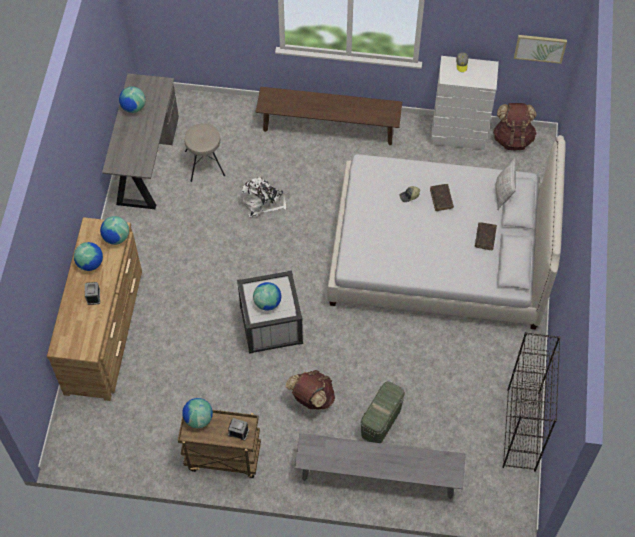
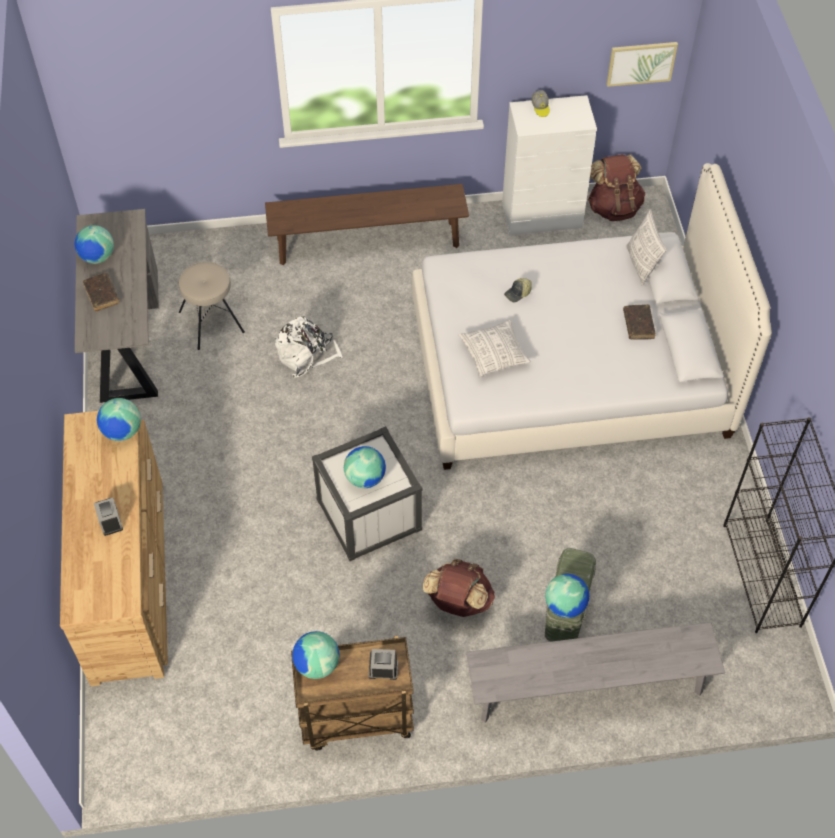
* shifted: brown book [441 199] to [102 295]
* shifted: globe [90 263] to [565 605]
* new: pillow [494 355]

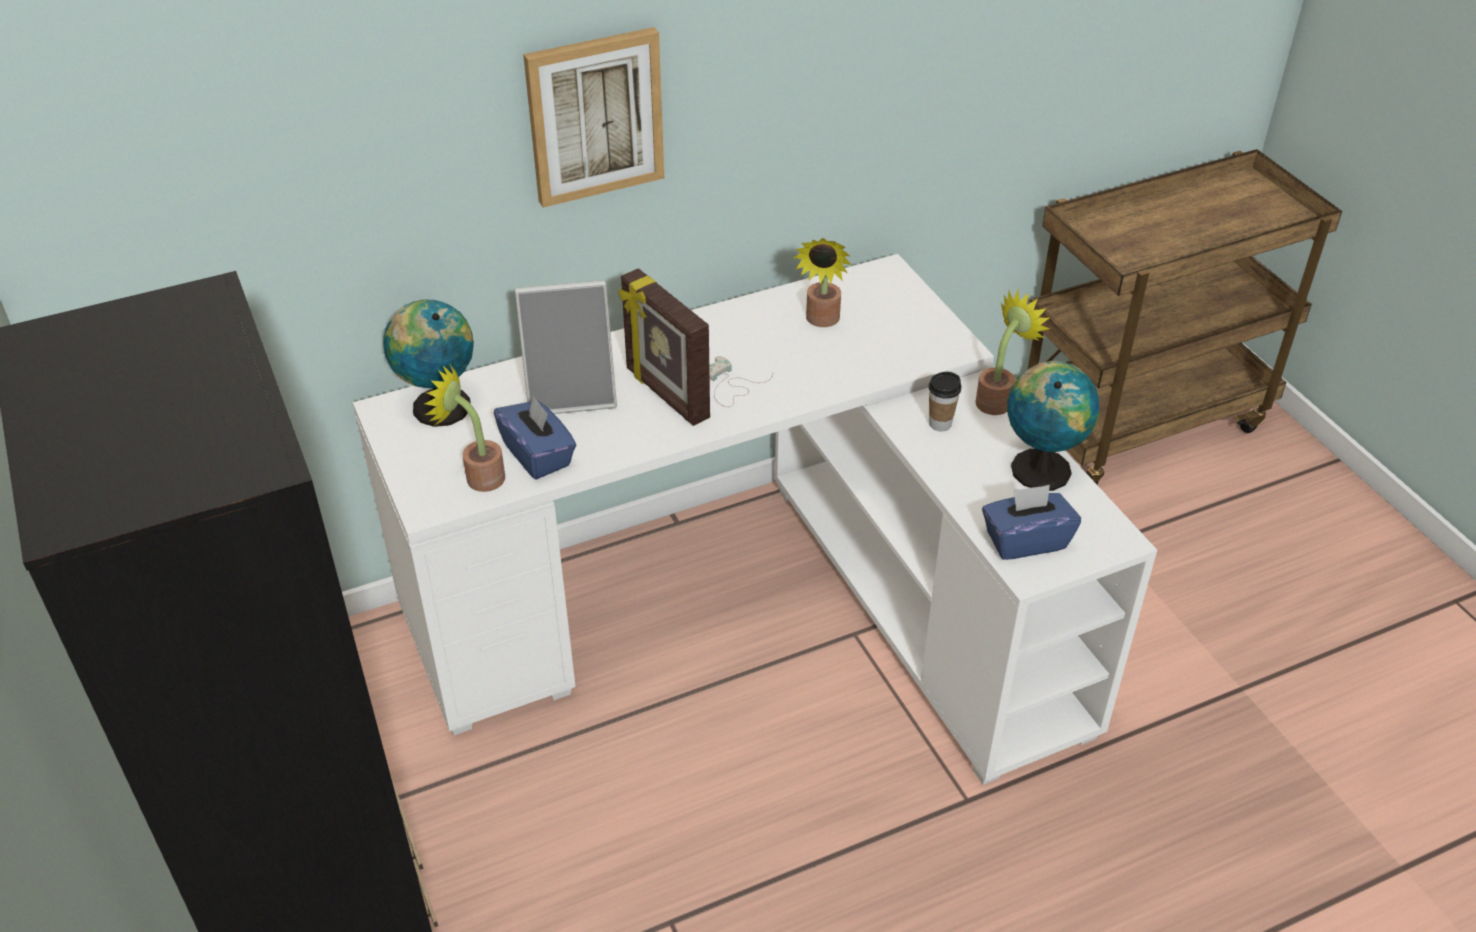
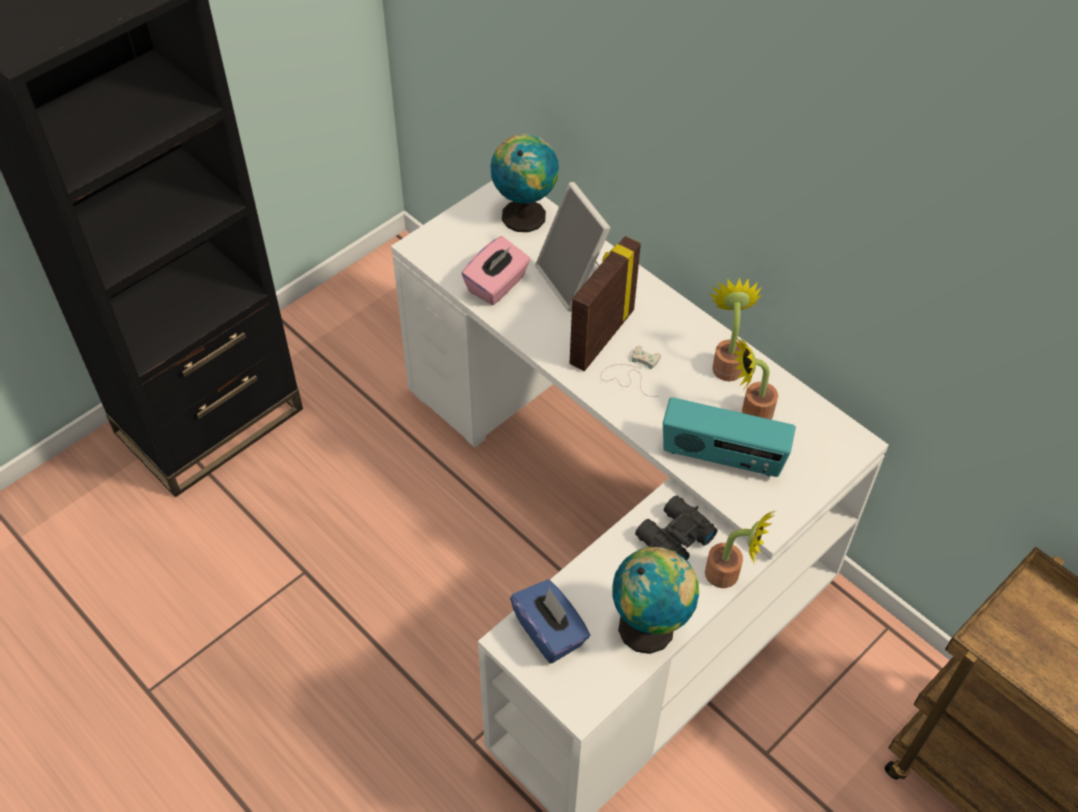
* gone: picture [595 116]
* shifted: potted plant [478 476] to [727 363]
* swapped: cup [940 424] to black binoculars [672 538]
* repainted: blue tissue box [538 455] to pink tissue box [497 285]
* new: radio [722 457]

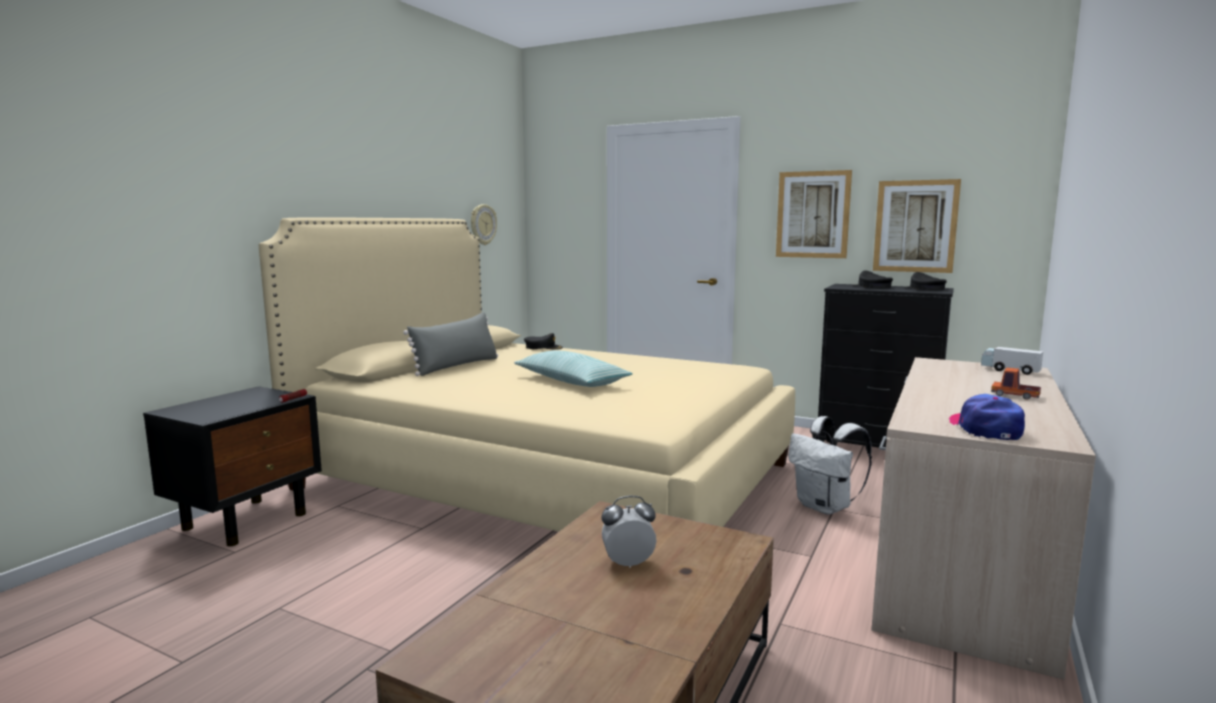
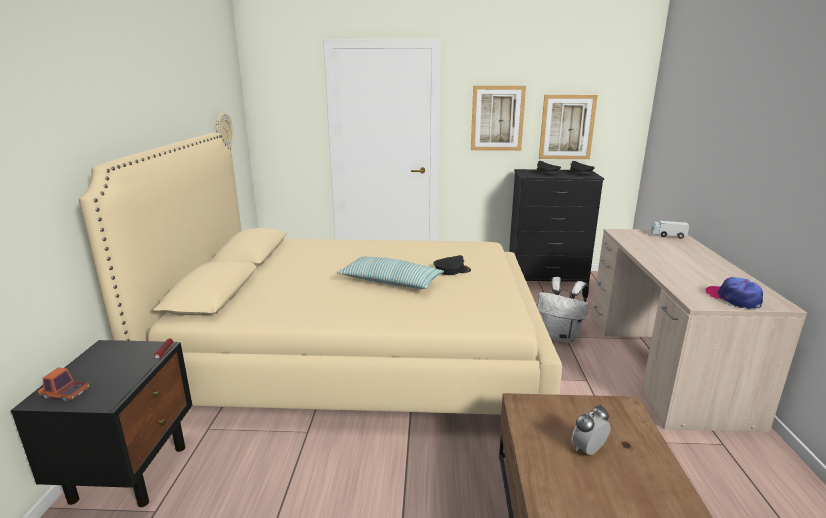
* gone: grey pillow [456 366]
* shifted: black cap [543 347] to [452 270]
* shifted: toy truck [1015 395] to [65 394]

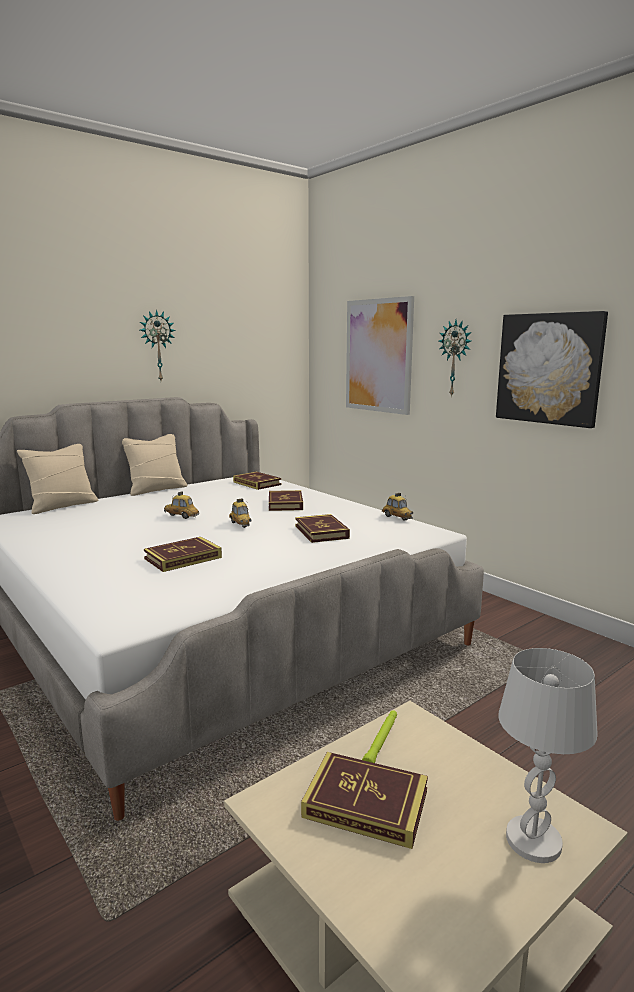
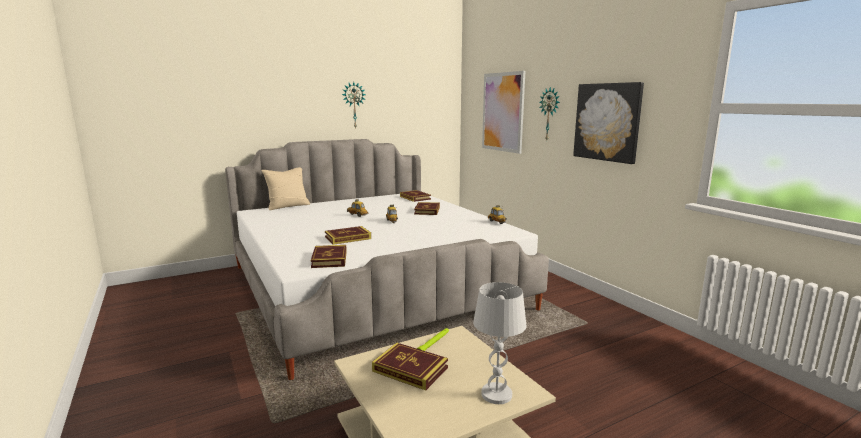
* gone: beige pillow [156 489]
* shifted: book [321 532] to [329 259]

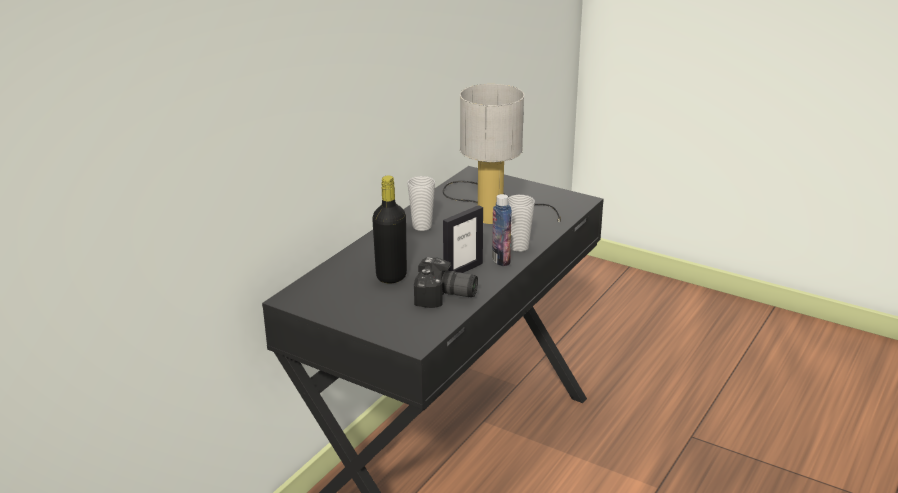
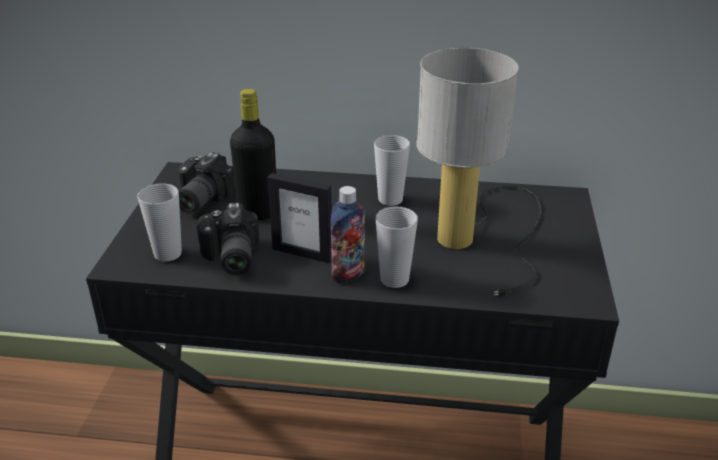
* new: photo camera [199 200]
* new: cup [168 254]

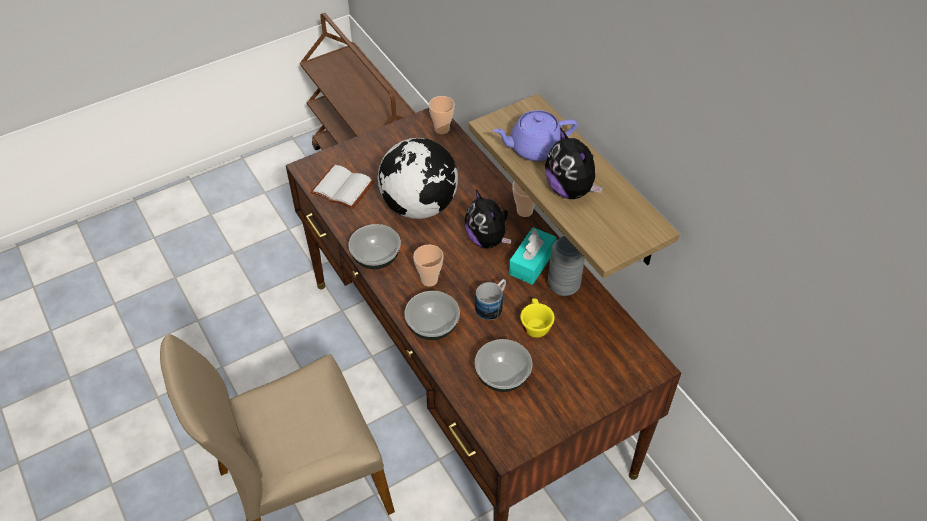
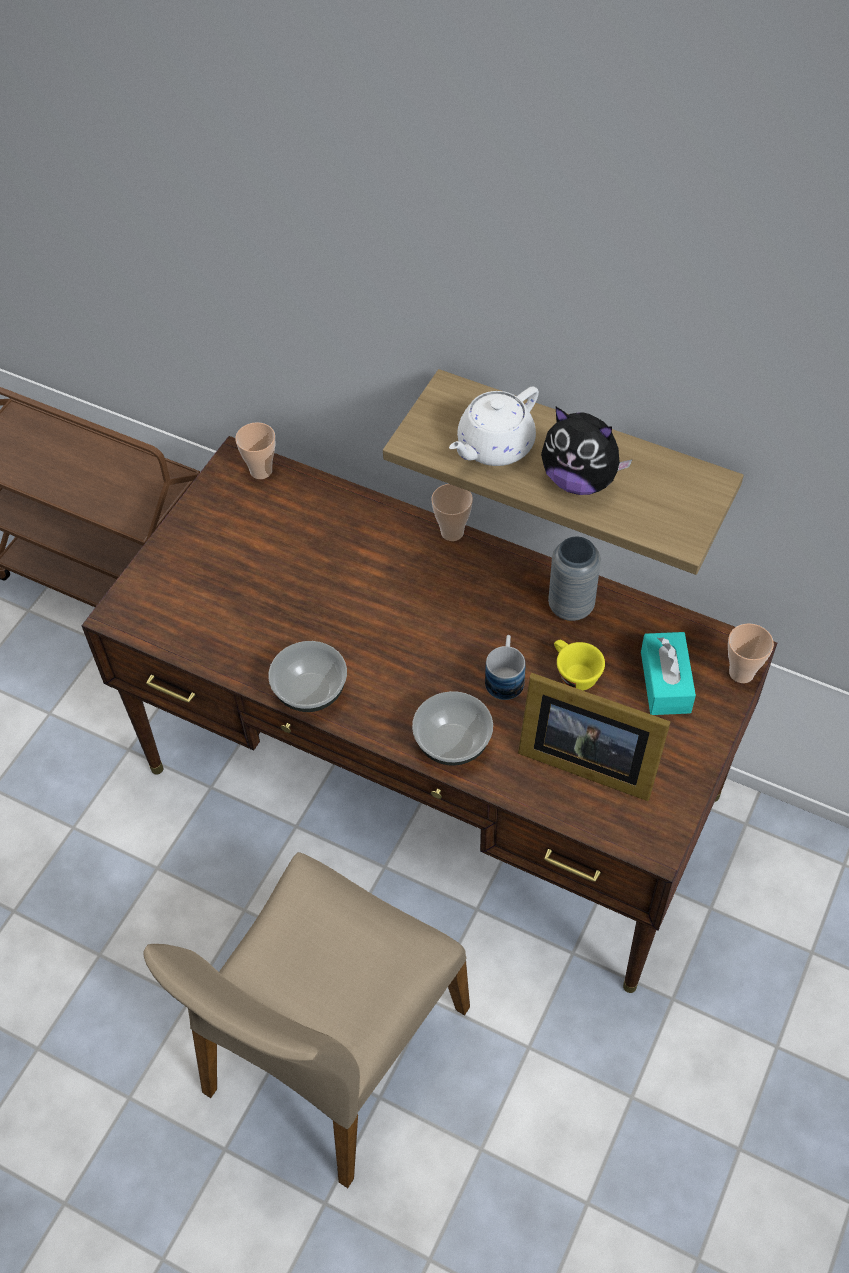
* repainted: purple teapot [534 148] to white teapot [494 446]
* gone: globe [419 206]
* gone: white book [344 187]
* gone: plush toy [487 239]
* shifted: turquoise tissue box [532 262] to [665 682]
* shifted: cup [429 280] to [741 673]
* swapped: bowl [503 376] to picture frame [584 759]

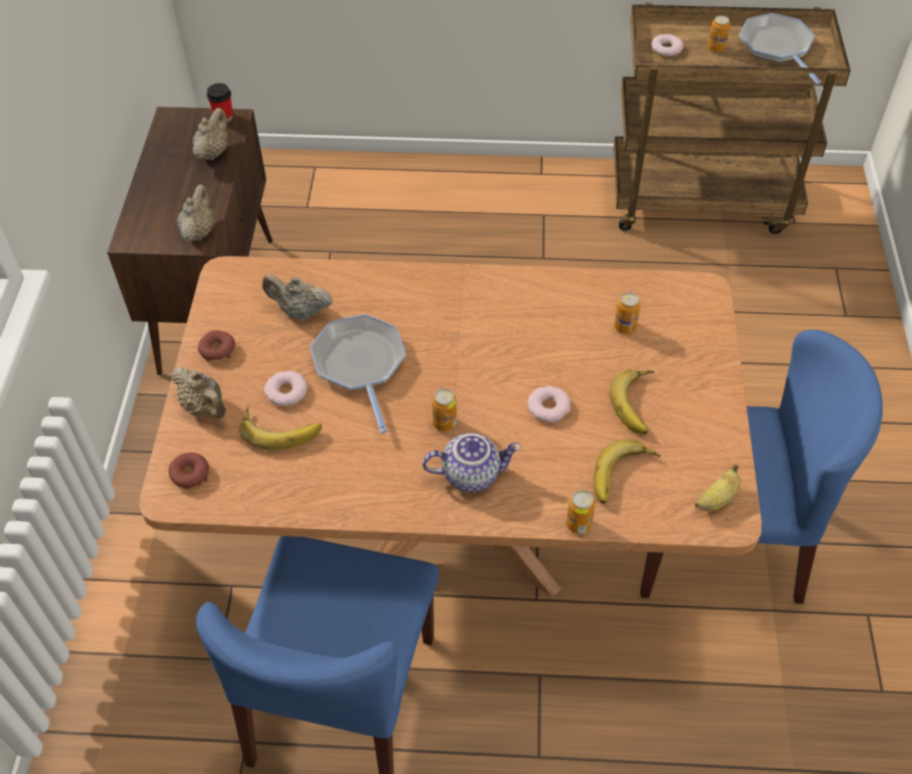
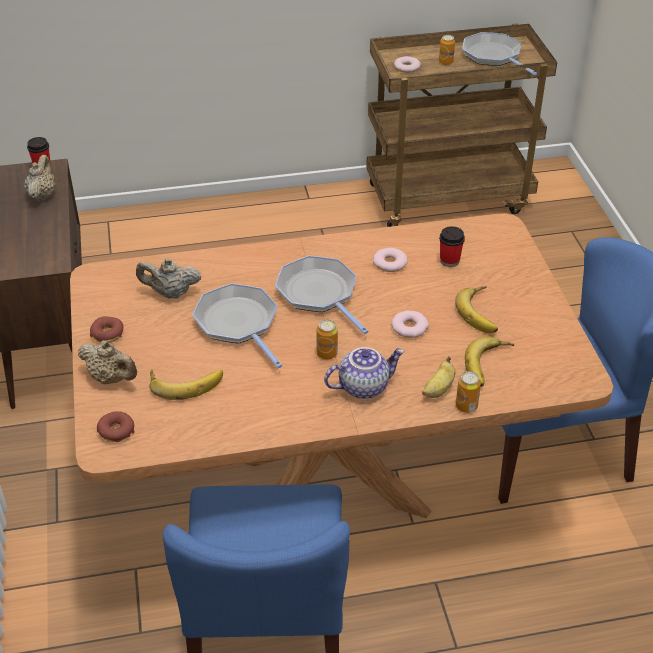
* gone: beige teapot [199 232]
* swapped: can [625 327] to cup [449 261]
* shifted: donut [286 392] to [390 263]
* shifted: banana [716 499] to [438 389]
* new: frying pan [319 294]

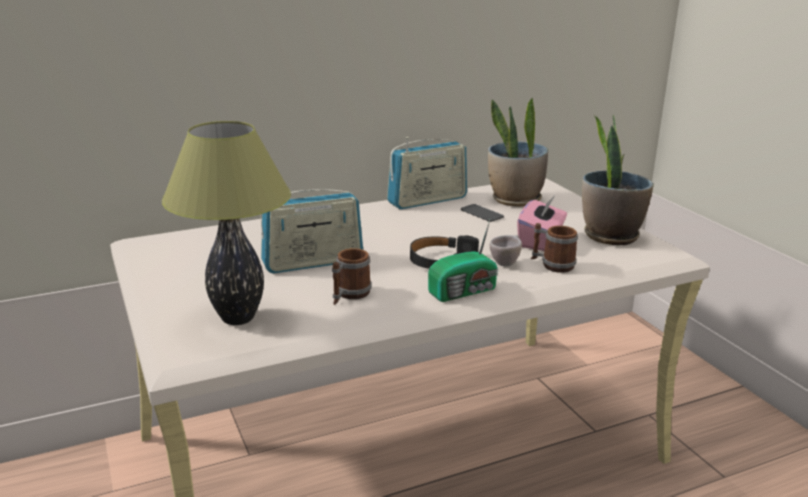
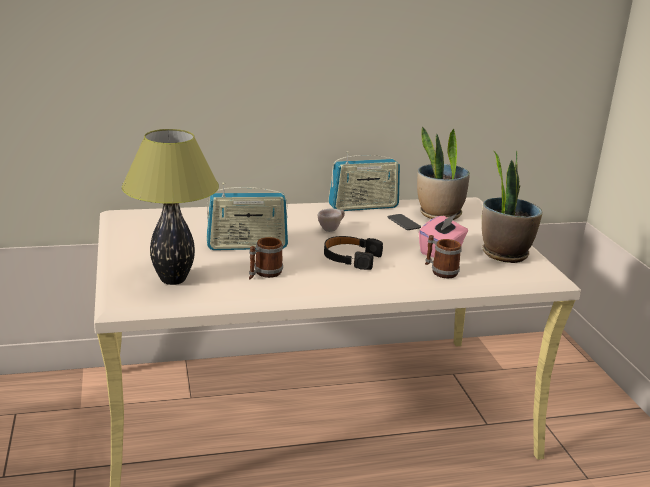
* gone: radio [465 291]
* shifted: beige cup [506 262] to [331 229]

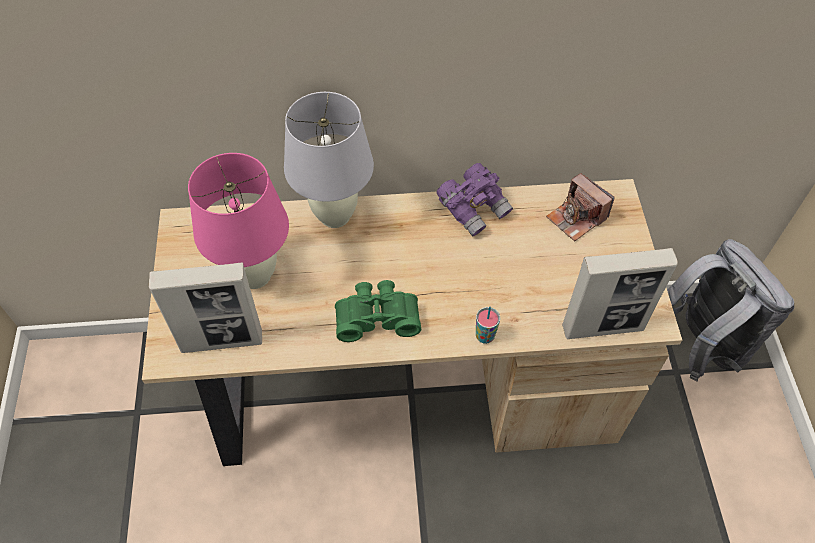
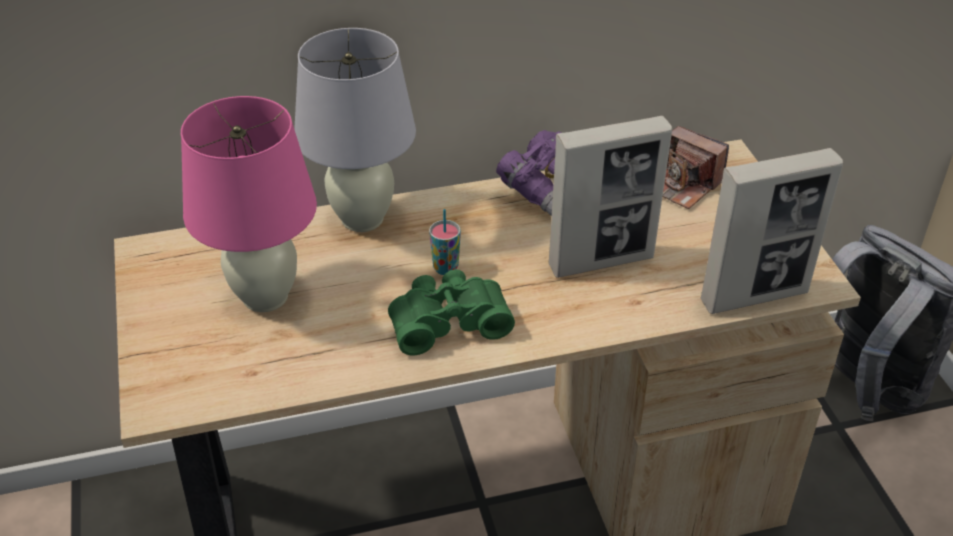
* shifted: picture frame [222 341] to [601 261]
* shifted: cup [485 336] to [445 268]

